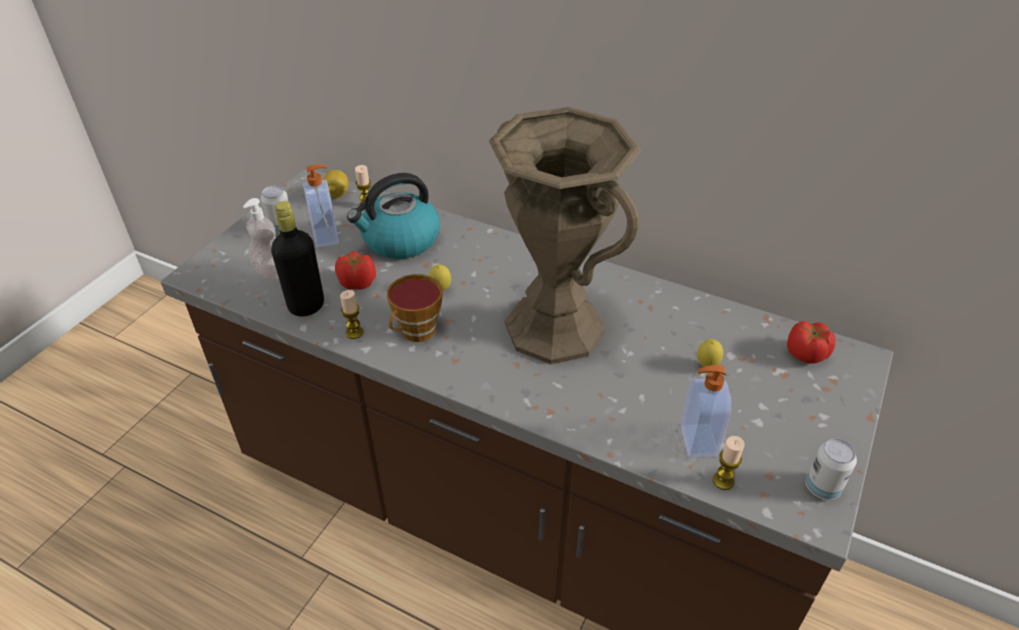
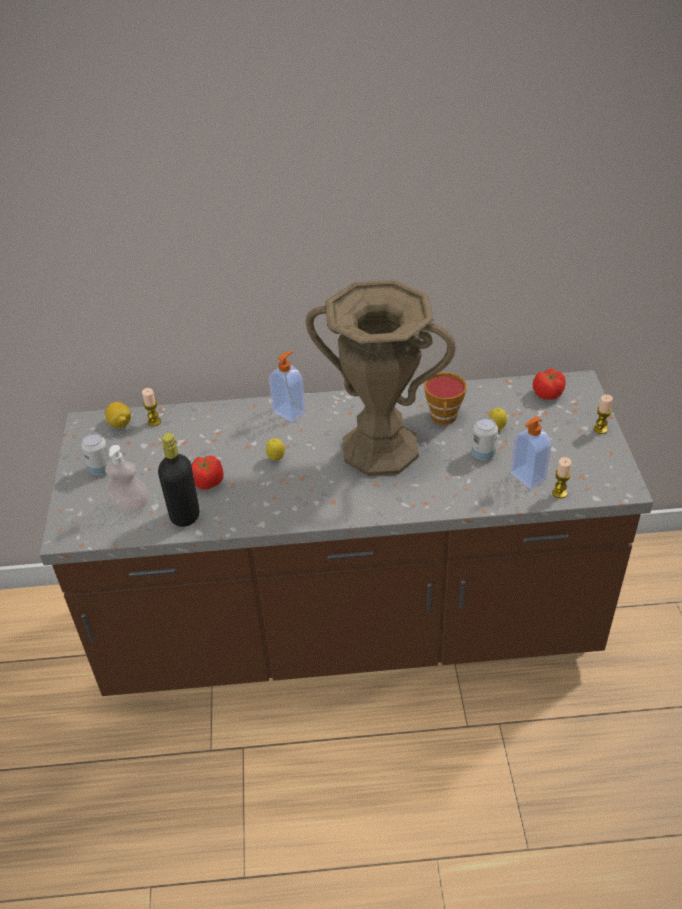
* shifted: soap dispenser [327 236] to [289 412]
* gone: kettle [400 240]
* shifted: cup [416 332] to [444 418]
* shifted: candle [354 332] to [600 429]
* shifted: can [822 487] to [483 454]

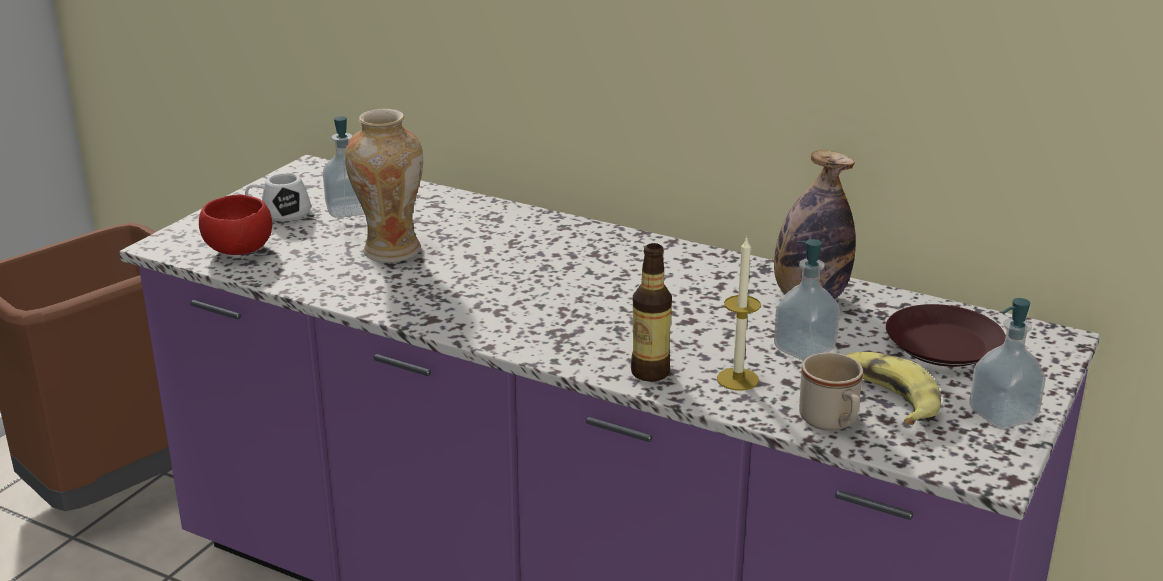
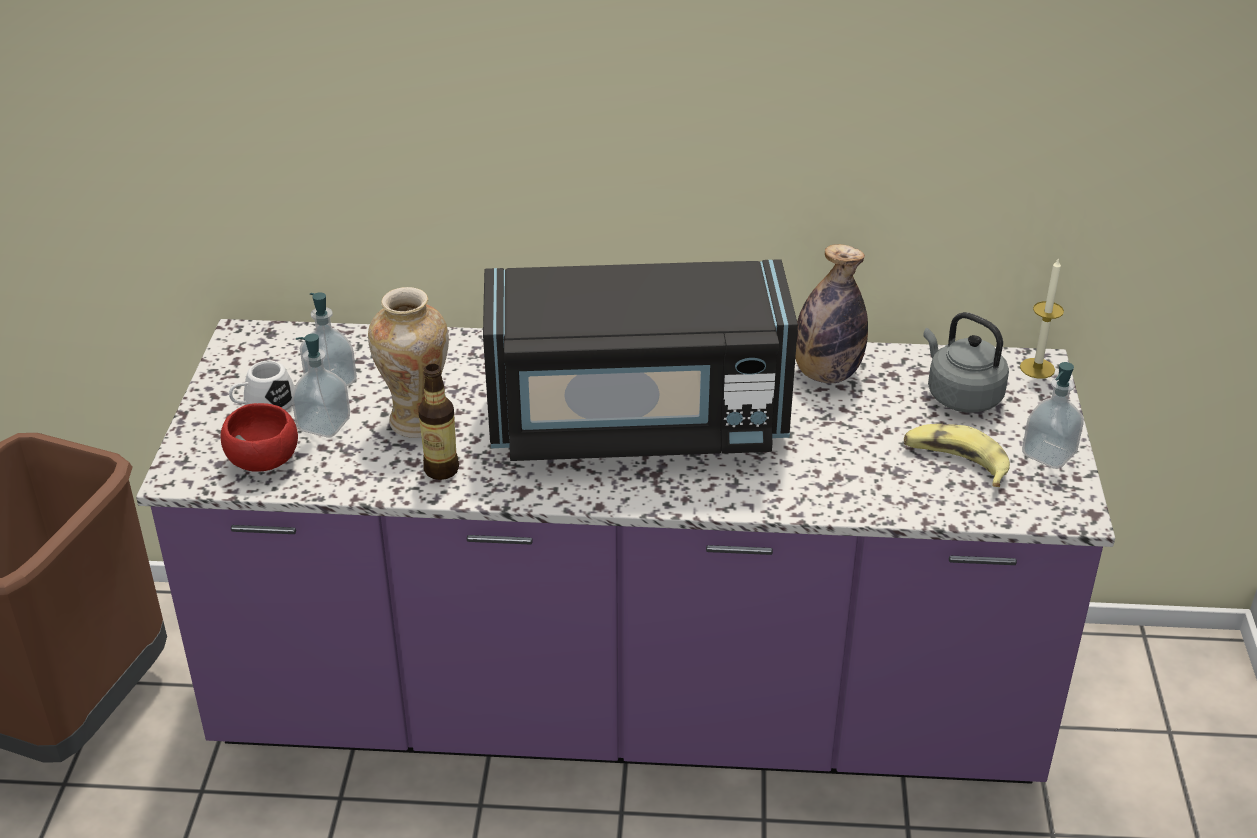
* shifted: candle [737 379] to [1037 368]
* shifted: soap dispenser [804 349] to [324 425]
* shifted: bottle [650 372] to [441 470]
* swapped: brown plate [942 345] to grey kettle [960 395]
* gone: beige mug [832 422]
* new: black microwave [637 423]

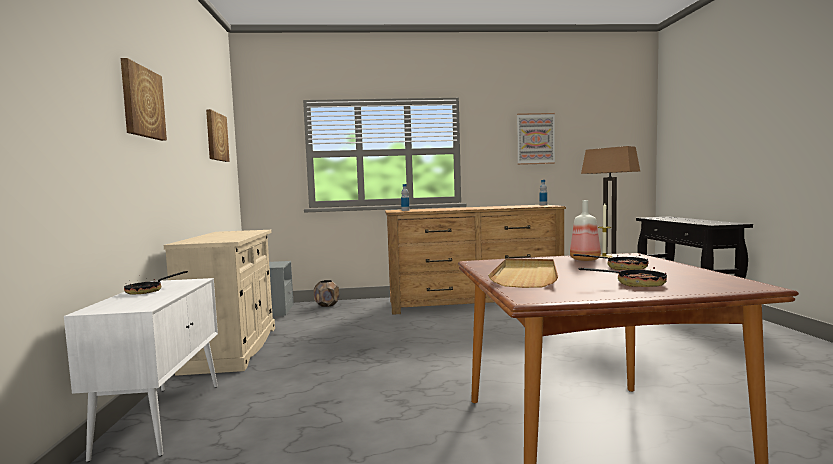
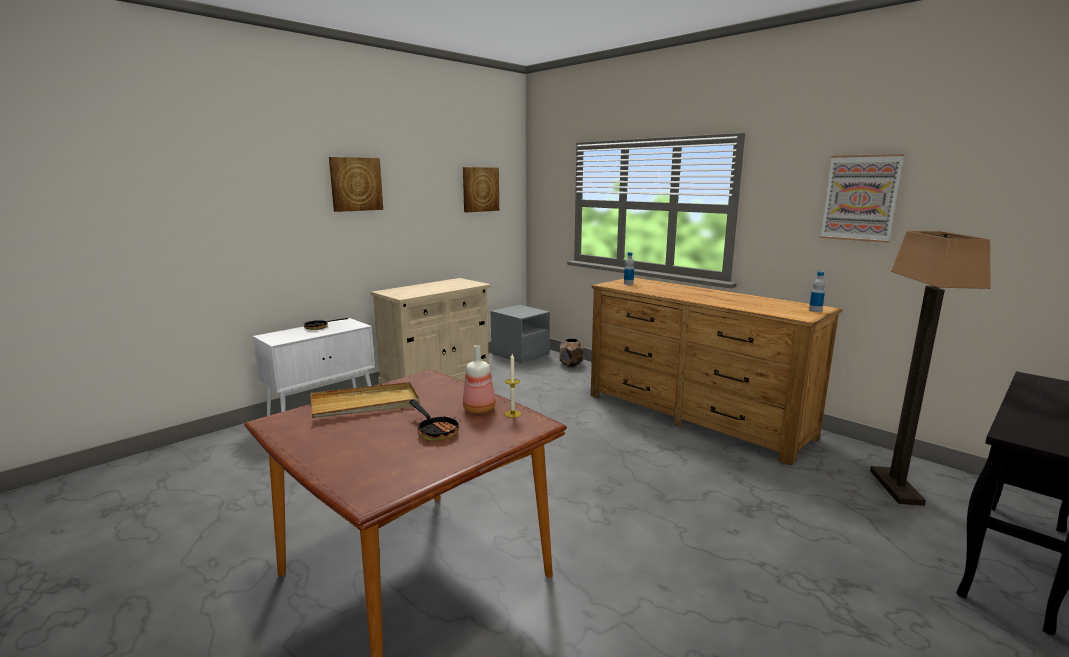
* gone: frying pan [633 284]

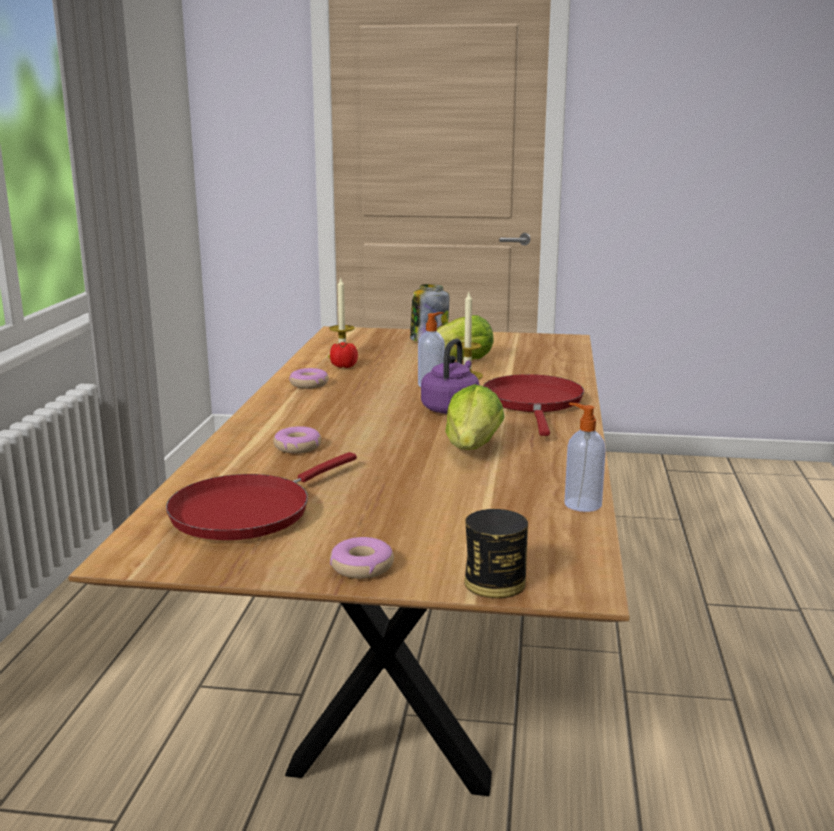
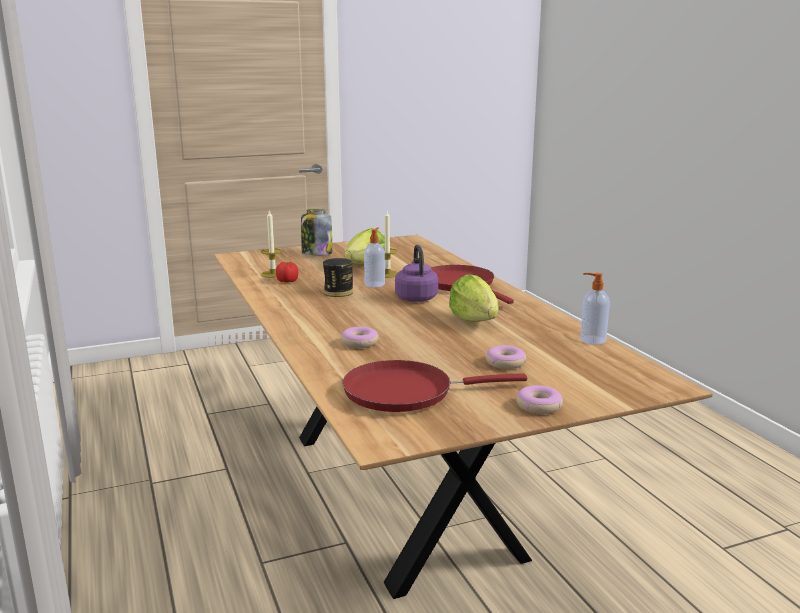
* shifted: donut [309 384] to [505 363]
* rotated: red frying pan [247 511] = [406 392] 75 degrees clockwise
* shifted: can [495 583] to [338 292]

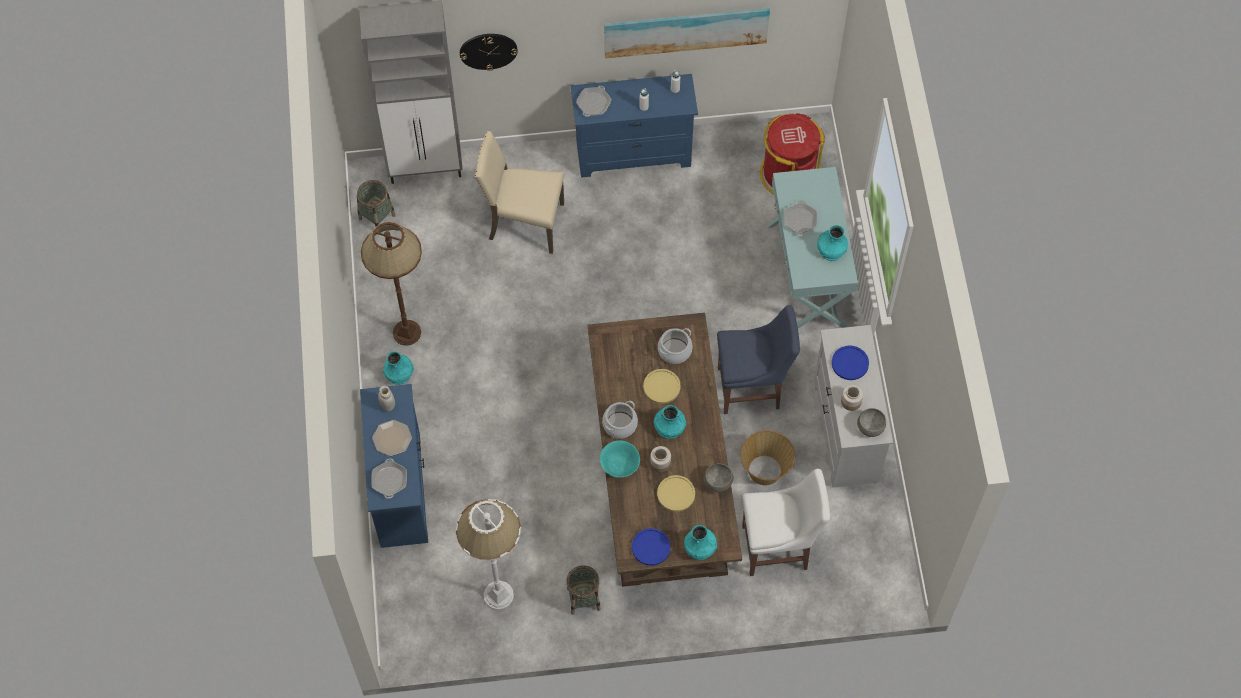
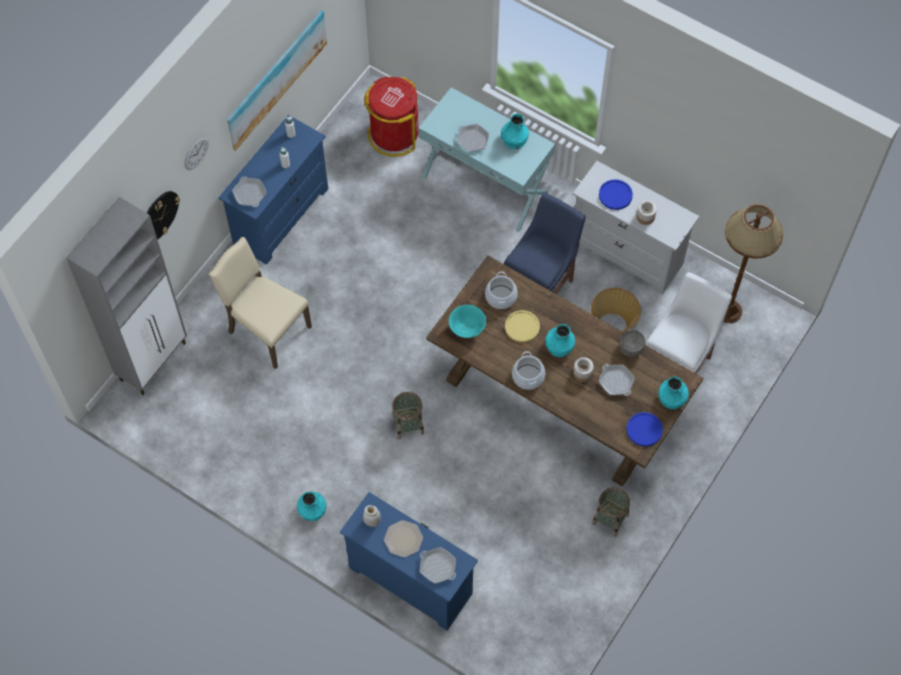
* rotated: beige chair [524 222] = [267 330] 75 degrees clockwise
* shifted: basket [377 217] to [408 424]
* shifted: brown floor lamp [407 332] to [728 311]
* gone: grey bowl [870 428]
* shifted: turquoise bowl [620 466] to [467 328]
* swapped: yellow plate [676 494] to frying pan [616 382]
* gone: white floor lamp [498 595]
* new: wall clock [196 153]

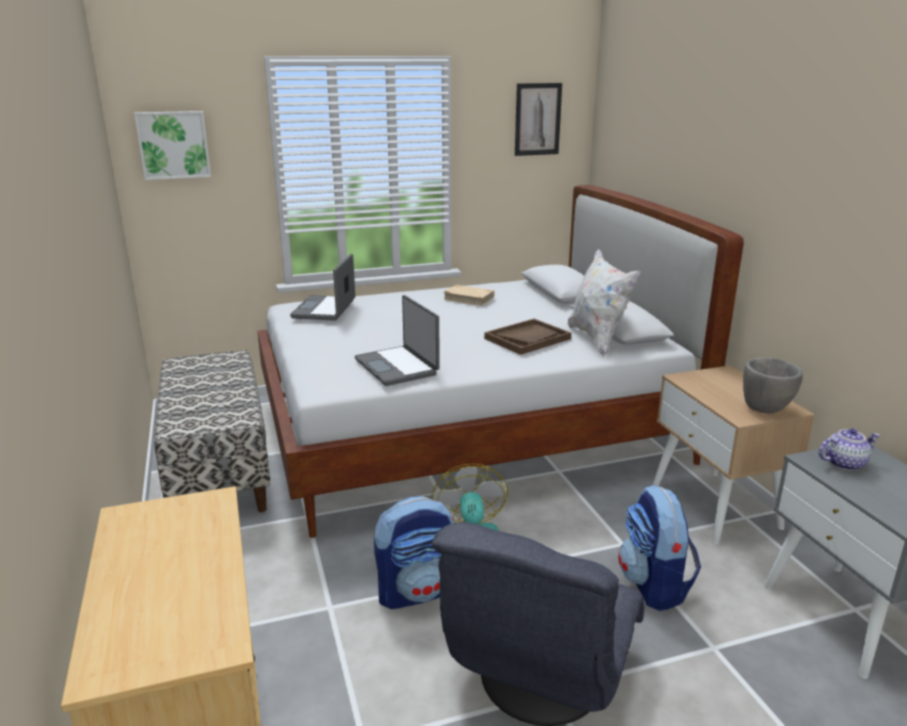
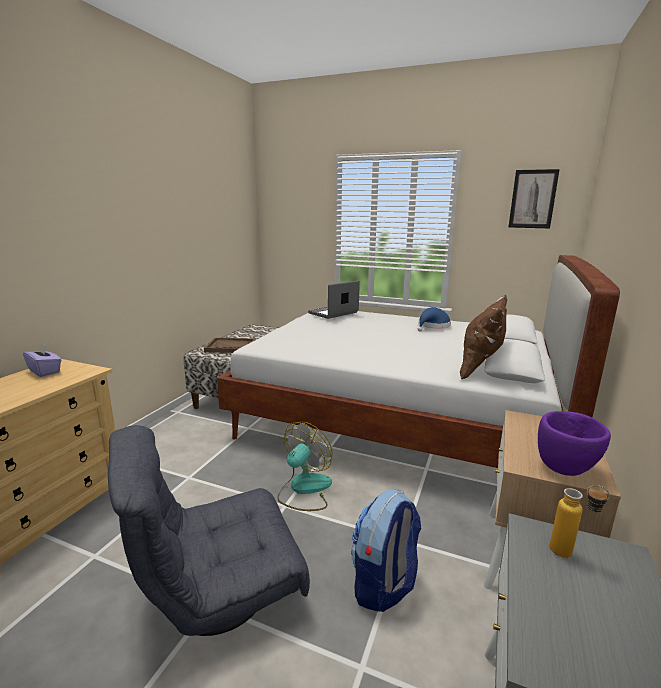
* gone: picture [174 145]
* repainted: white pillow [597 339] to brown pillow [480 369]
* swapped: beige book [468 298] to blue hat [432 326]
* gone: laptop [398 367]
* shifted: brown tray [527 338] to [231 347]
* repainted: grey bowl [766 408] to purple bowl [565 469]
* swapped: teapot [844 463] to bottle [570 554]
* gone: backpack [417 592]
* new: purple tissue box [45 371]

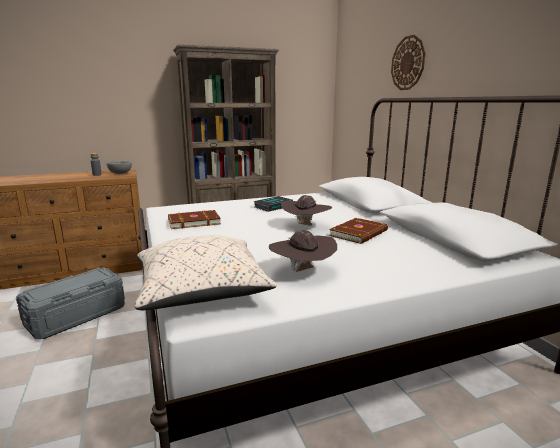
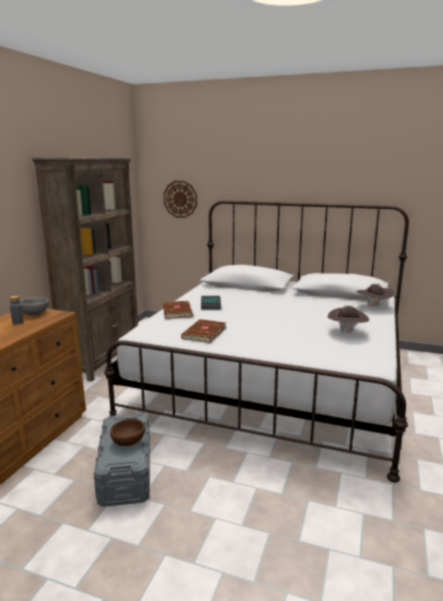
* shifted: wall clock [408 63] to [180 199]
* shifted: brown hat [305 226] to [373 306]
* shifted: brown book [359 233] to [178 311]
* gone: beige pillow [202 292]
* new: brown bowl [129 441]

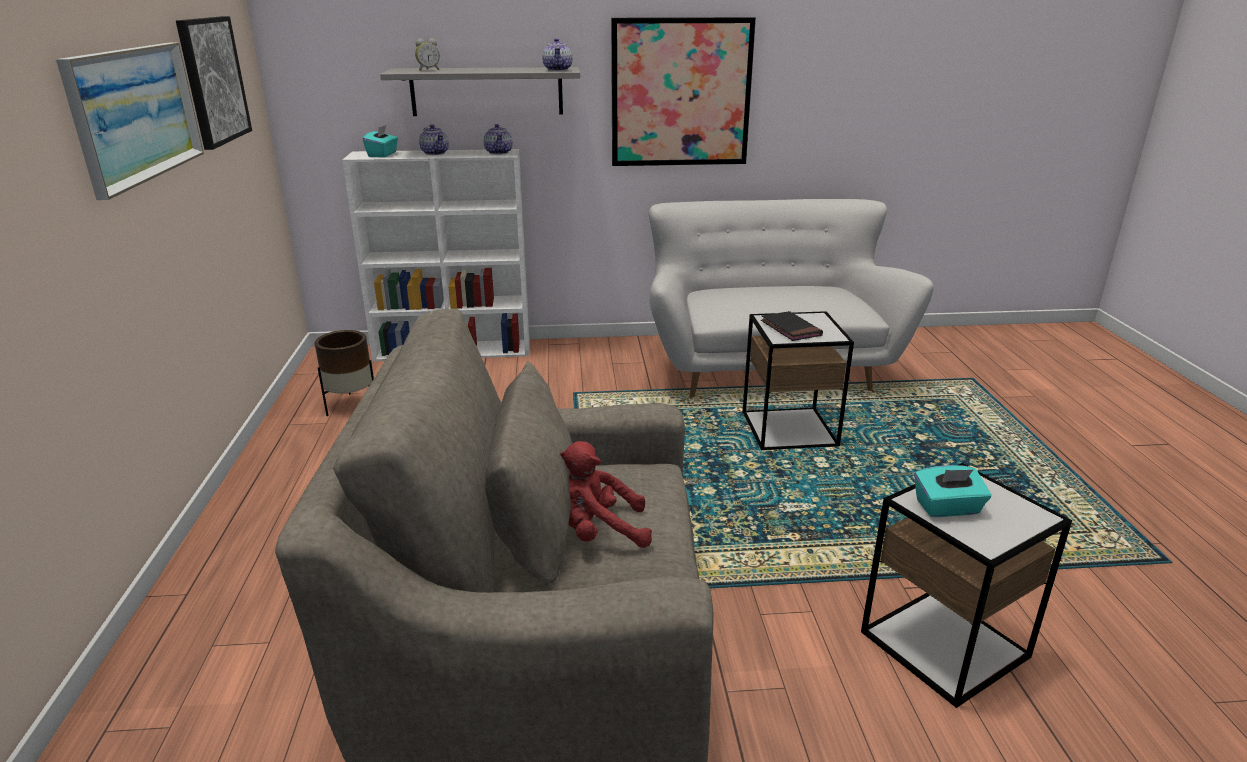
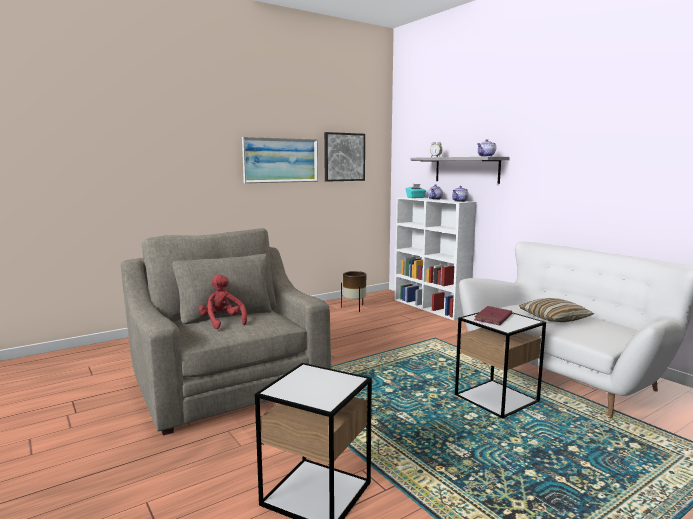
* gone: picture [680 93]
* repainted: black book [790 329] to red book [493 318]
* gone: turquoise tissue box [947 508]
* new: pillow [554 318]

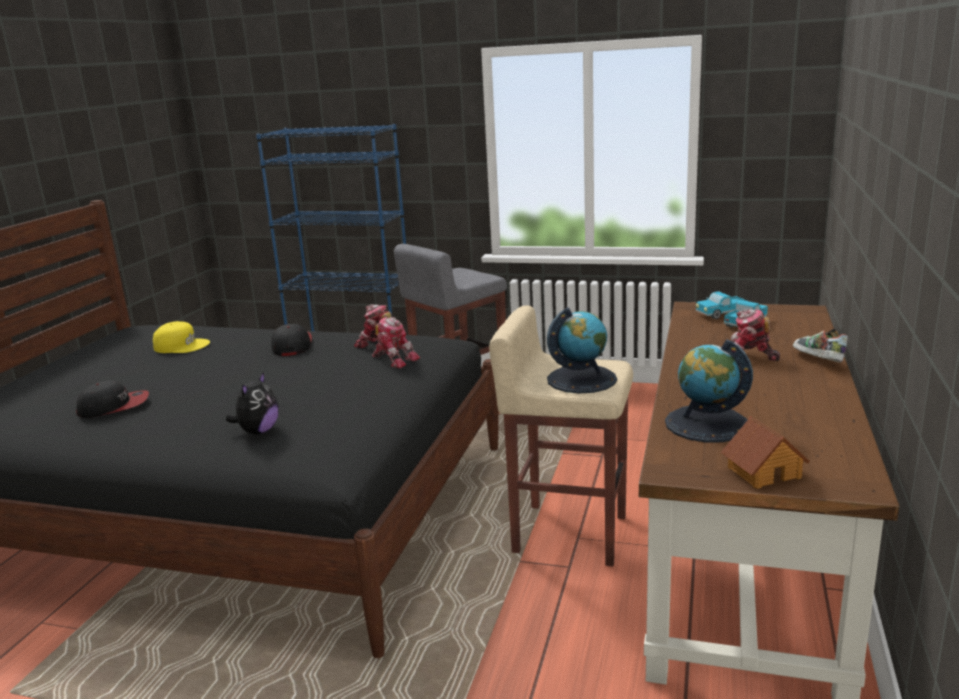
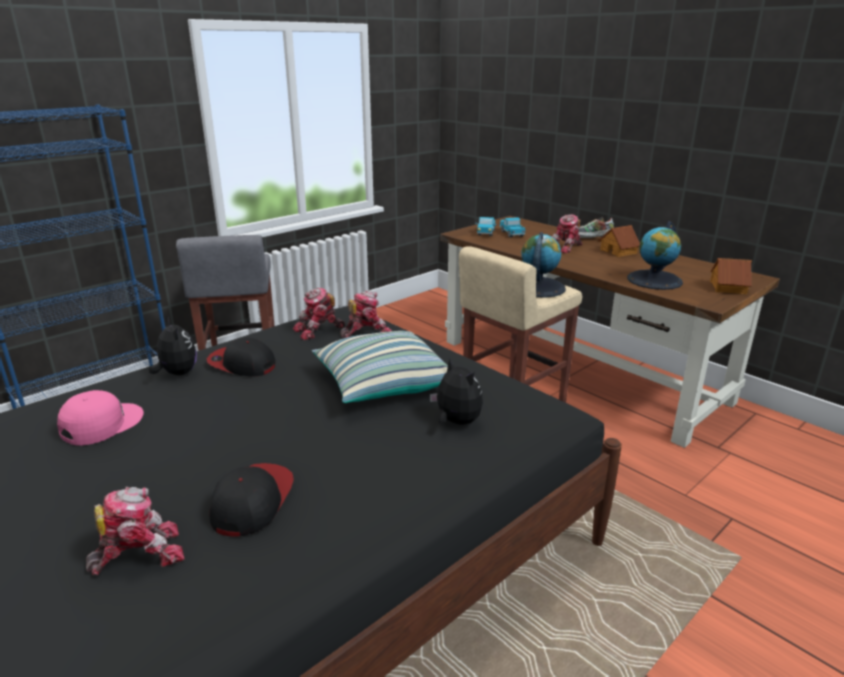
* repainted: yellow cap [182 345] to pink cap [101 424]
* new: toy house [618 251]
* new: plush toy [177 373]
* new: pillow [383 384]
* new: toy robot [139 553]

